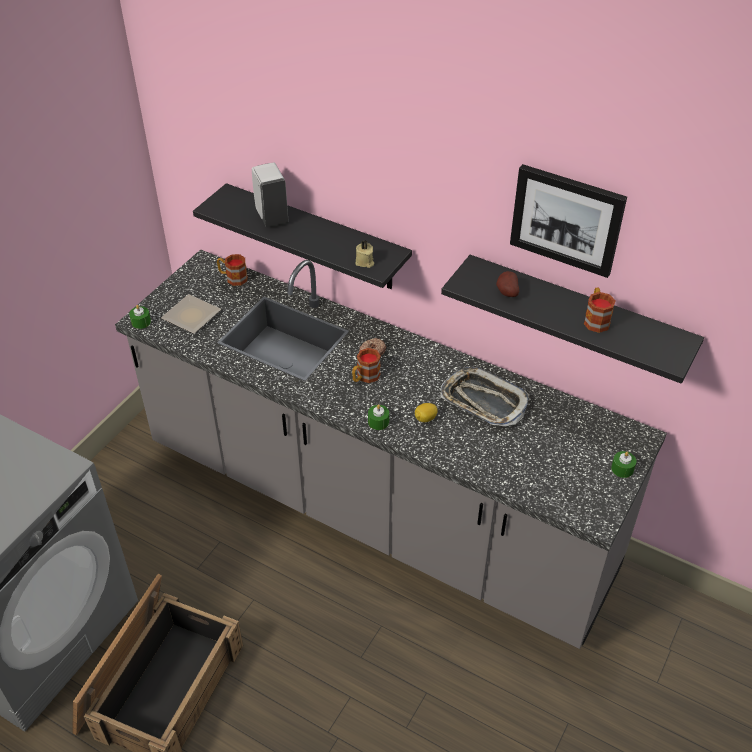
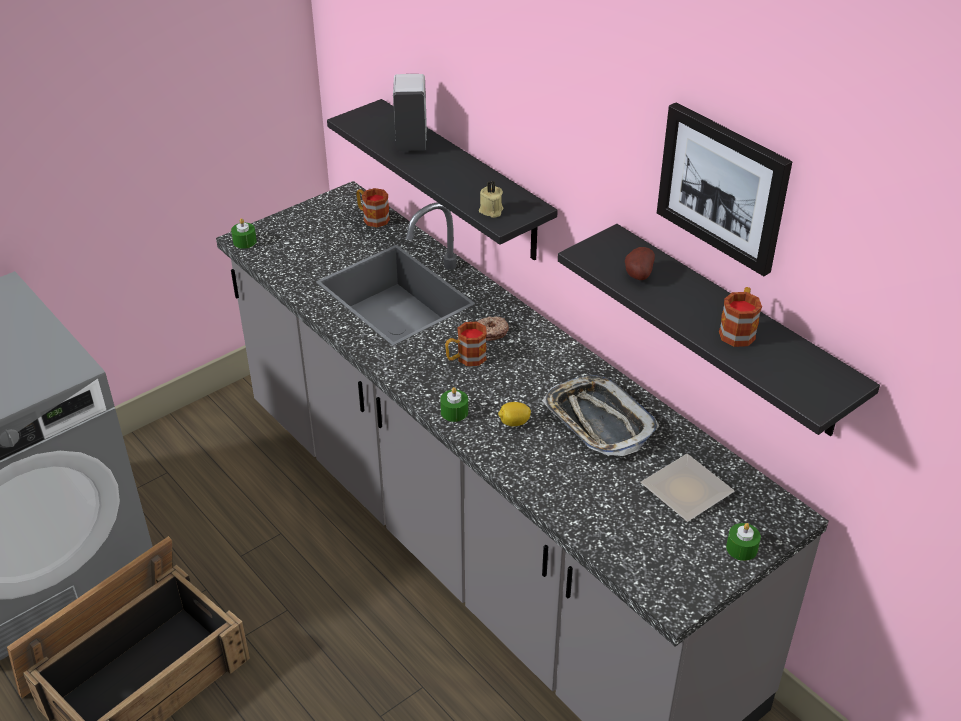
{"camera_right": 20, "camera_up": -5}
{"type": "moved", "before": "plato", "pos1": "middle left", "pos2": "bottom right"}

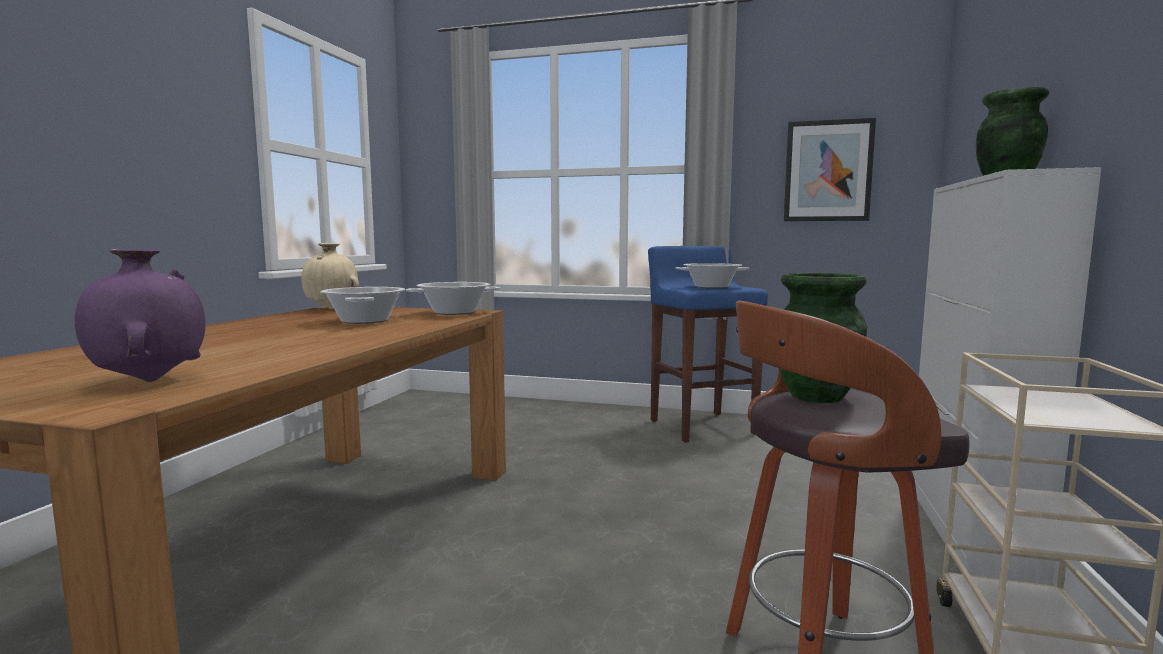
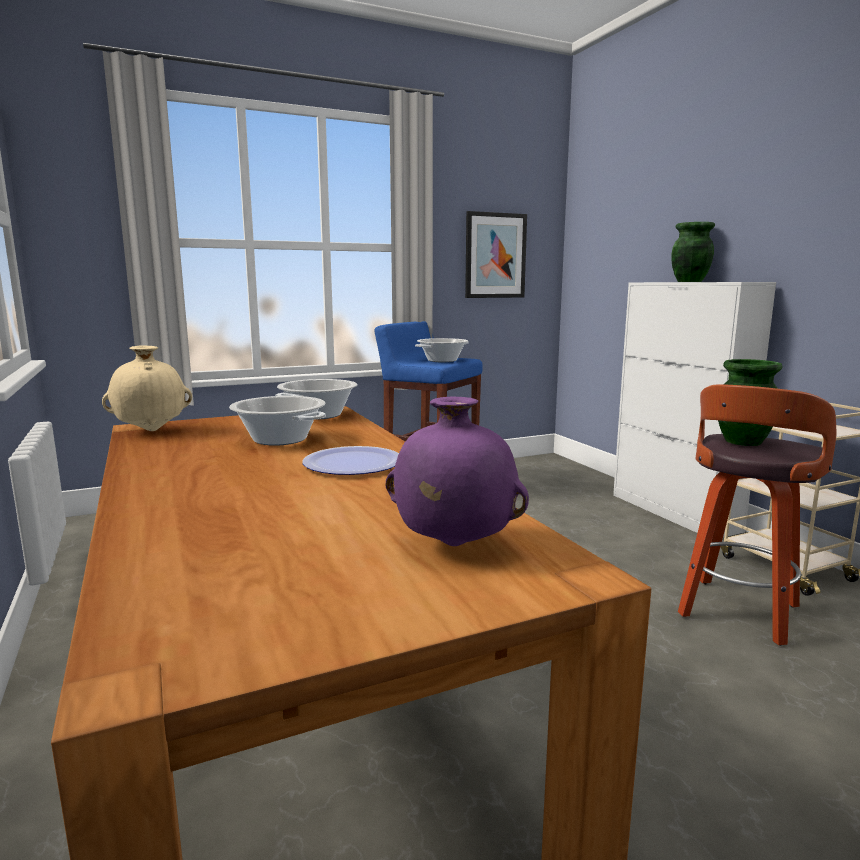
{"camera_right": -40, "camera_up": 5}
{"type": "added", "after": "plato", "pos2": "centre"}

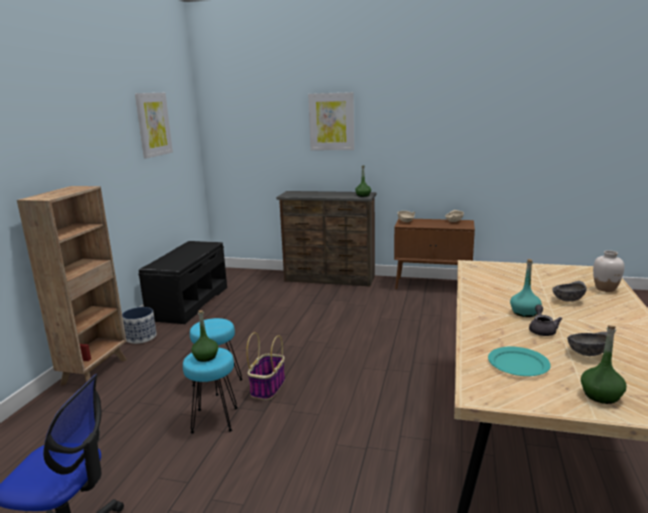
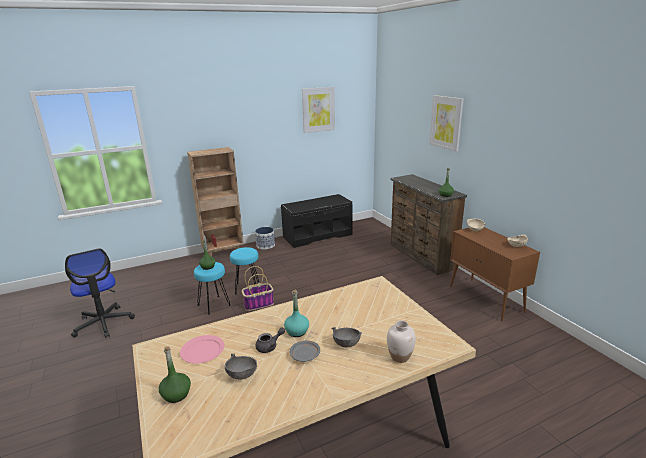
{"camera_right": 50, "camera_up": 5}
{"type": "recoloured", "before": "plato [turquesa]", "after": "plato [rosa]", "pos1": "bottom right", "pos2": "bottom left"}
{"type": "added", "after": "plato [gris]", "pos2": "bottom centre"}

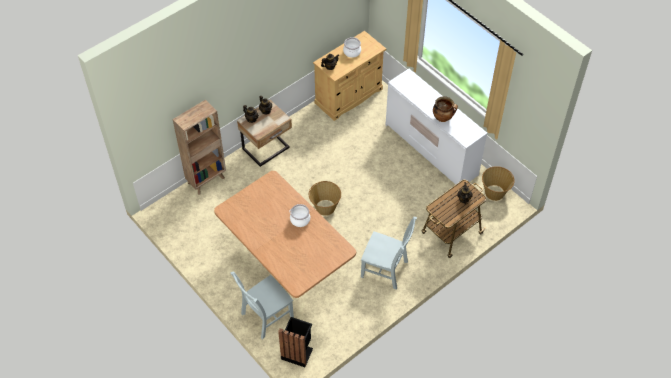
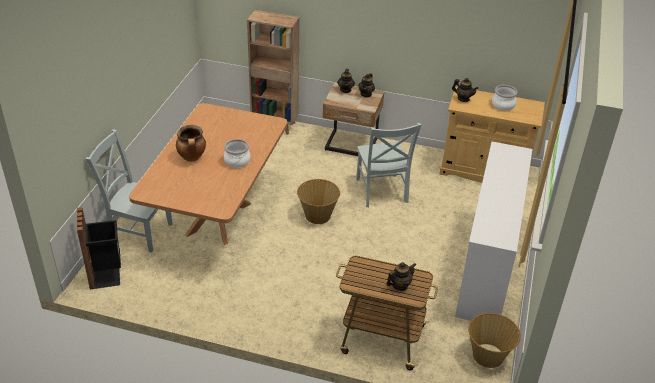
{"camera_right": 55, "camera_up": -15}
{"type": "moved", "before": "olla (3rd from left in the first image)", "after": "olla (1st from left)", "pos1": "top centre", "pos2": "middle left"}
{"type": "moved", "before": "silla [gris] (2nd from left)", "pos1": "bottom centre", "pos2": "centre"}

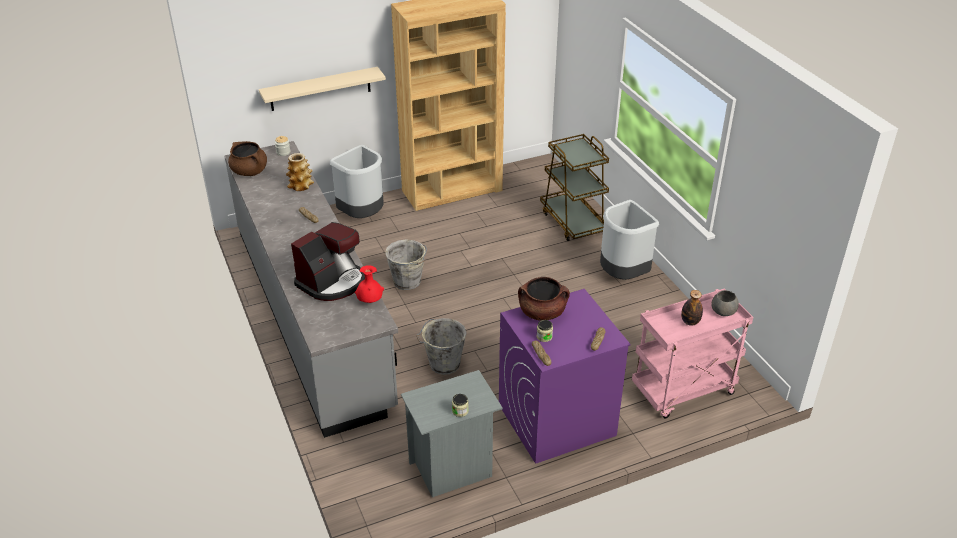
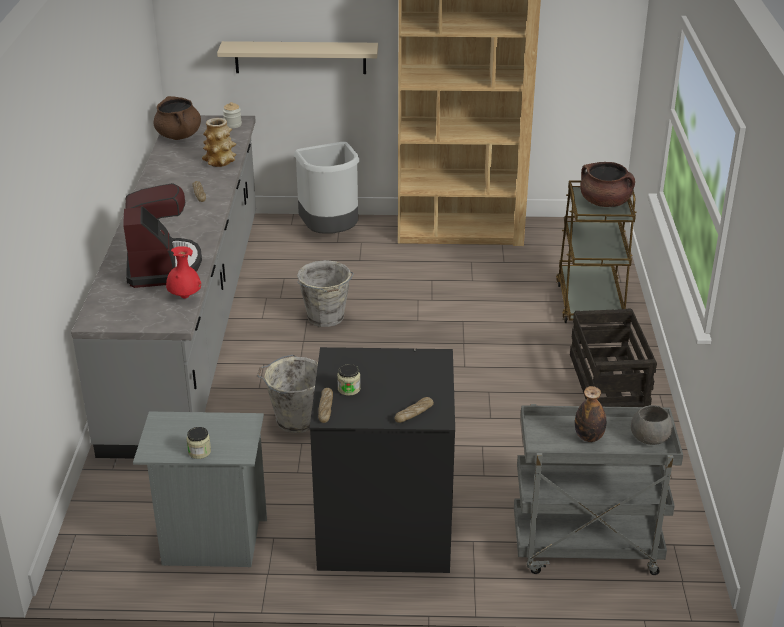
{"camera_right": 25, "camera_up": -5}
{"type": "turned", "before": "cafetera", "pos1": "centre", "pos2": "middle left", "turn": -75}
{"type": "recoloured", "before": "lavadora [morado]", "after": "lavadora [negro]", "pos1": "bottom centre", "pos2": "bottom centre"}
{"type": "recoloured", "before": "carrito [rosa]", "after": "carrito [gris]", "pos1": "middle right", "pos2": "bottom right"}
{"type": "replaced", "before": "papelera [gris] (2nd from left)", "after": "caja de embalaje", "pos1": "centre", "pos2": "middle right"}
{"type": "moved", "before": "olla [marrón] (2nd from left)", "pos1": "centre", "pos2": "top right"}

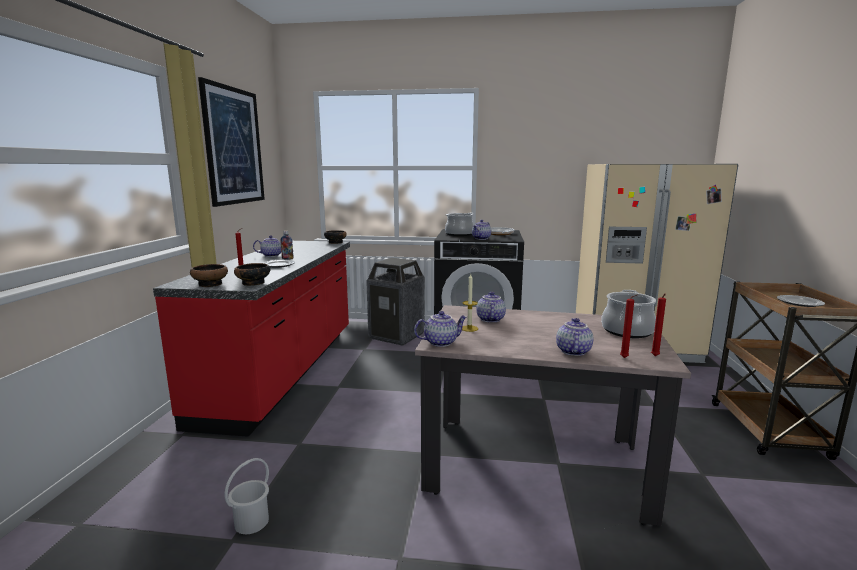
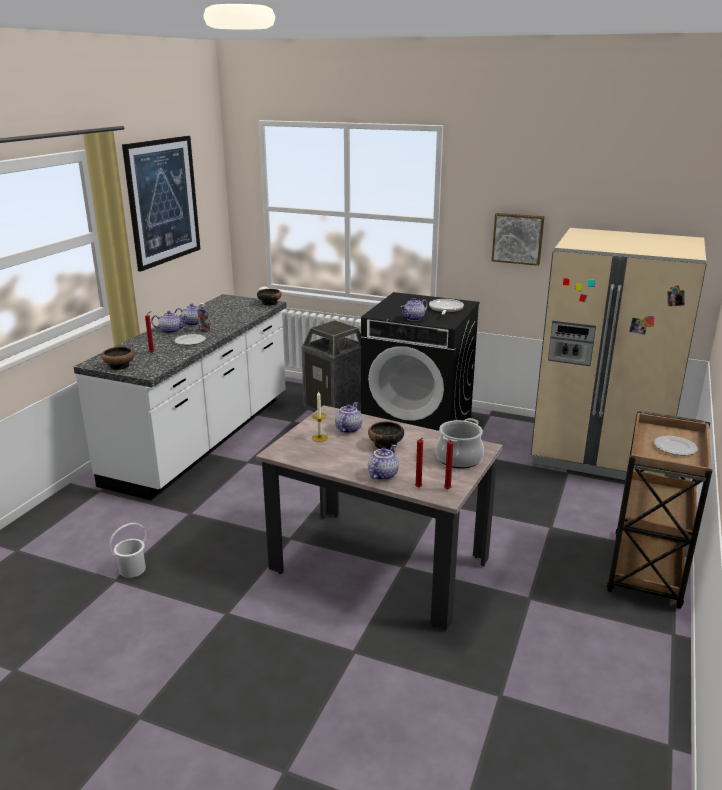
{"camera_right": 15, "camera_up": 10}
{"type": "recoloured", "before": "mueble bajo de cocina [rojo]", "after": "mueble bajo de cocina [blanco]", "pos1": "middle left", "pos2": "middle left"}
{"type": "moved", "before": "tetera (2nd from left in the first image)", "after": "tetera (1st from left)", "pos1": "centre", "pos2": "middle left"}
{"type": "moved", "before": "cuenco (2nd from left in the first image)", "after": "cuenco (3rd from left)", "pos1": "middle left", "pos2": "centre"}
{"type": "added", "after": "cuadro (2nd from left)", "pos2": "top right"}
{"type": "removed", "before": "olla (1st from left)", "pos1": "centre"}

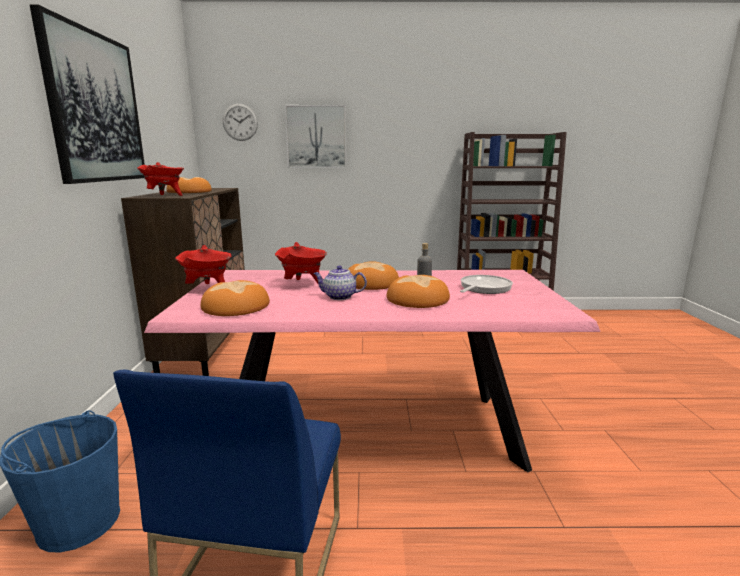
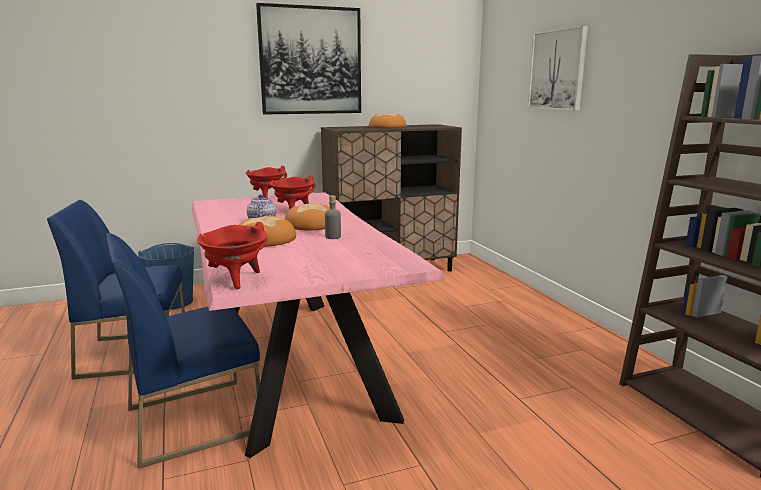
{"camera_right": 70, "camera_up": 0}
{"type": "added", "after": "silla [azul] (2nd from left)", "pos2": "bottom left"}
{"type": "moved", "before": "olla [rojo] (1st from left)", "pos1": "top left", "pos2": "middle left"}
{"type": "removed", "before": "pan (2nd from left)", "pos1": "middle left"}
{"type": "removed", "before": "reloj de pared", "pos1": "top left"}
{"type": "removed", "before": "sartén", "pos1": "centre"}

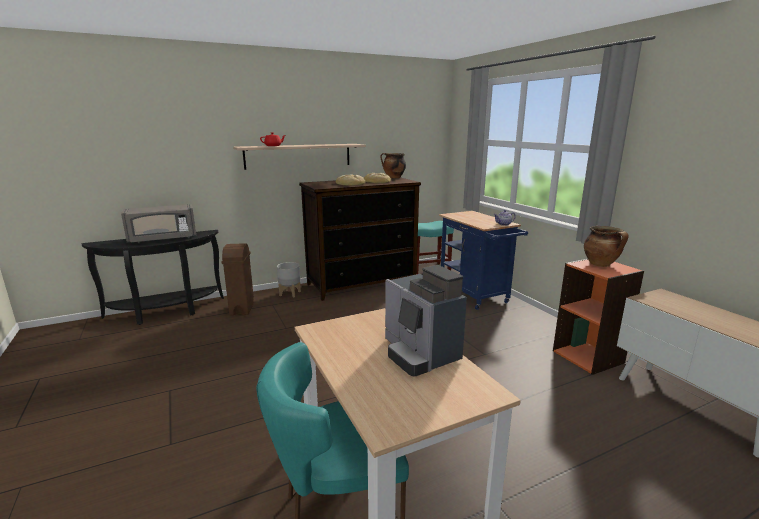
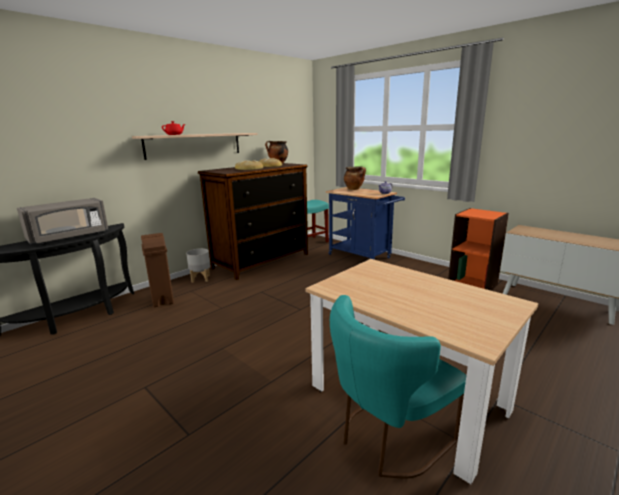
{"camera_right": -20, "camera_up": 0}
{"type": "moved", "before": "olla (2nd from left)", "pos1": "middle right", "pos2": "centre"}
{"type": "removed", "before": "cafetera", "pos1": "centre"}

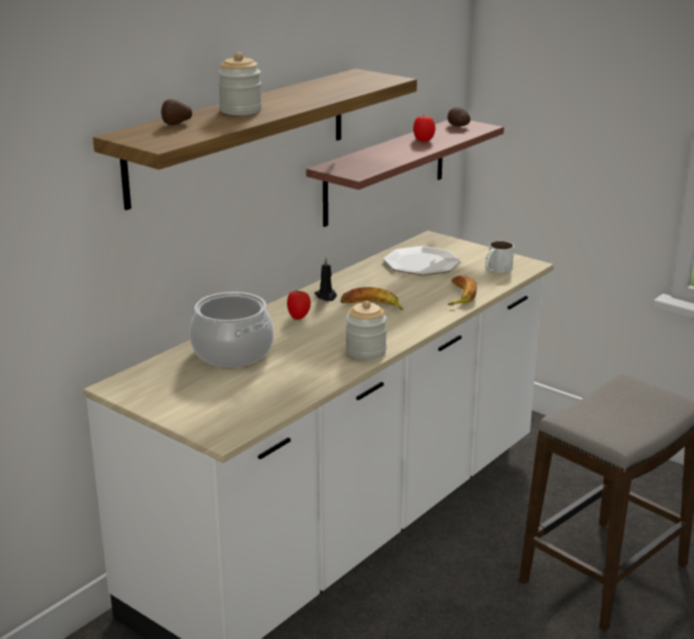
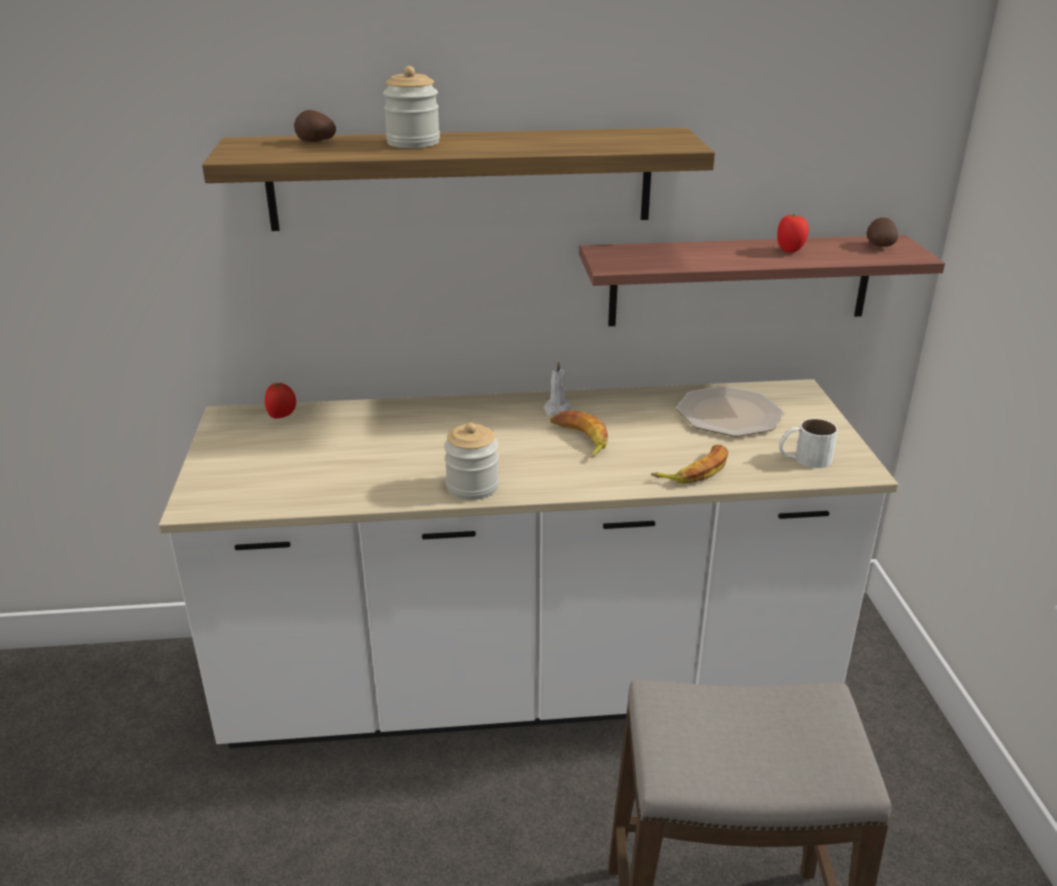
{"camera_right": 45, "camera_up": 5}
{"type": "moved", "before": "tomate (1st from left)", "pos1": "centre", "pos2": "middle left"}
{"type": "recoloured", "before": "vela [negro]", "after": "vela [blanco]", "pos1": "centre", "pos2": "centre"}
{"type": "removed", "before": "olla", "pos1": "middle left"}

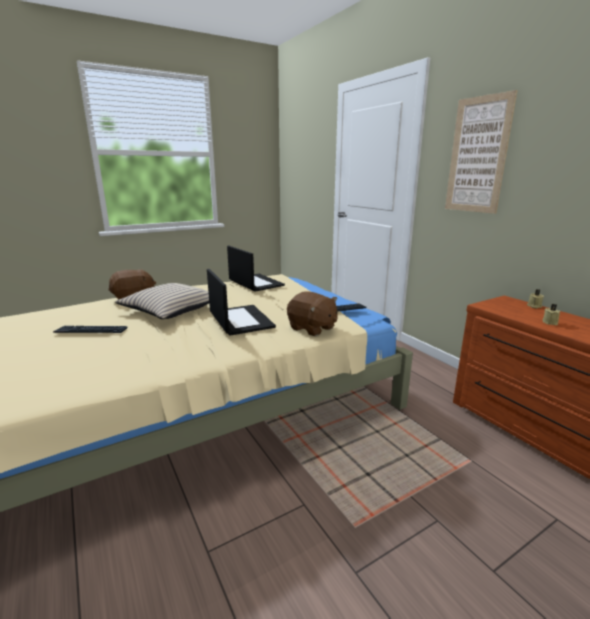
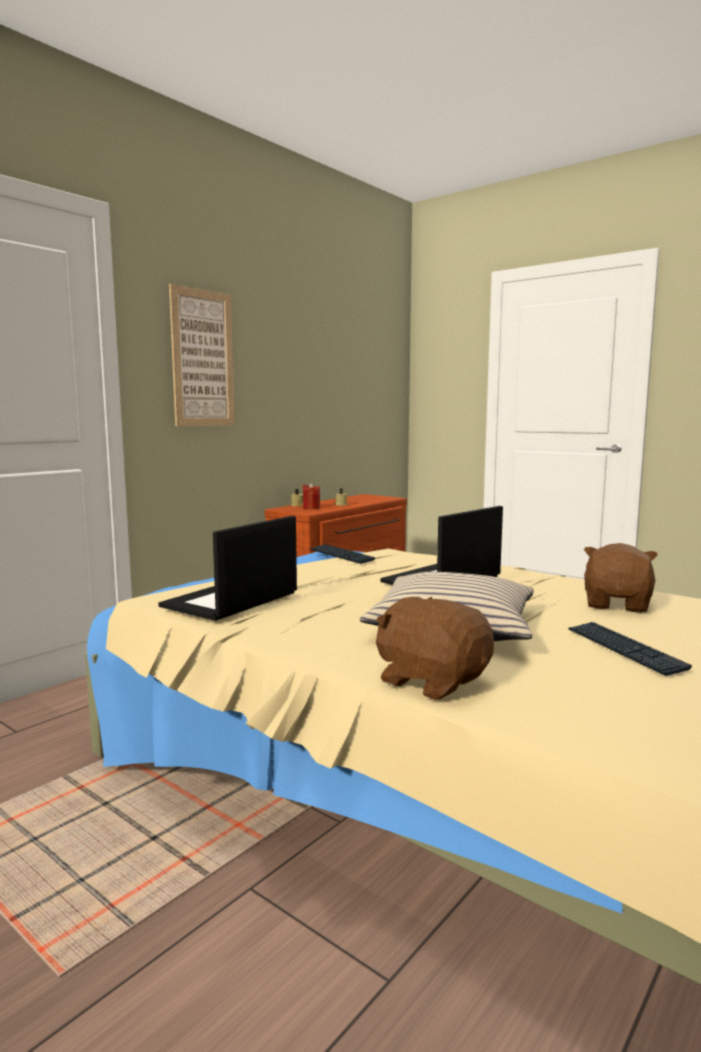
{"camera_right": -110, "camera_up": -10}
{"type": "added", "after": "vela [rojo]", "pos2": "centre"}
{"type": "moved", "before": "peluche [marrón] (2nd from left)", "pos1": "centre", "pos2": "middle right"}

